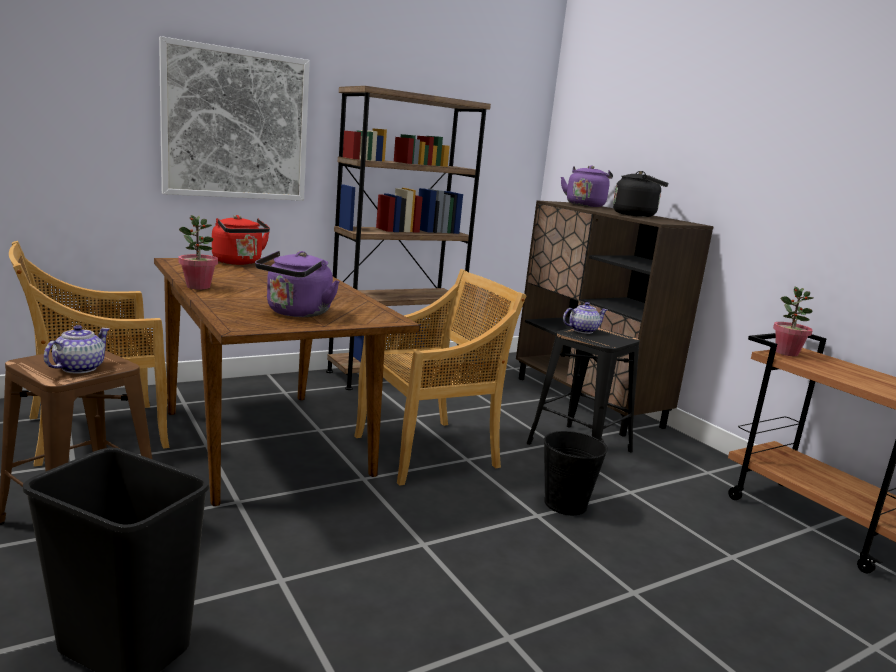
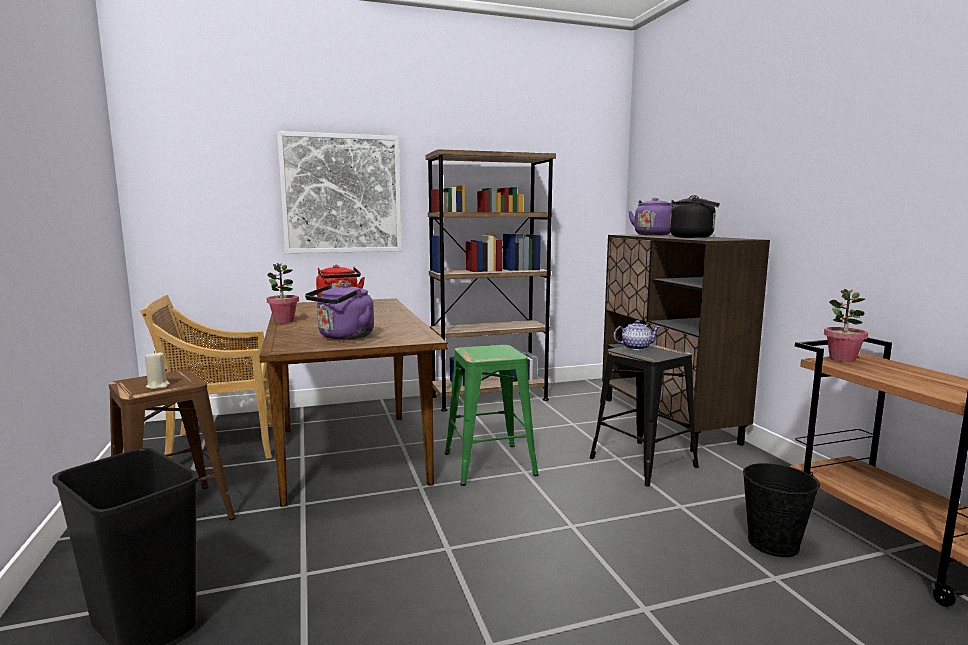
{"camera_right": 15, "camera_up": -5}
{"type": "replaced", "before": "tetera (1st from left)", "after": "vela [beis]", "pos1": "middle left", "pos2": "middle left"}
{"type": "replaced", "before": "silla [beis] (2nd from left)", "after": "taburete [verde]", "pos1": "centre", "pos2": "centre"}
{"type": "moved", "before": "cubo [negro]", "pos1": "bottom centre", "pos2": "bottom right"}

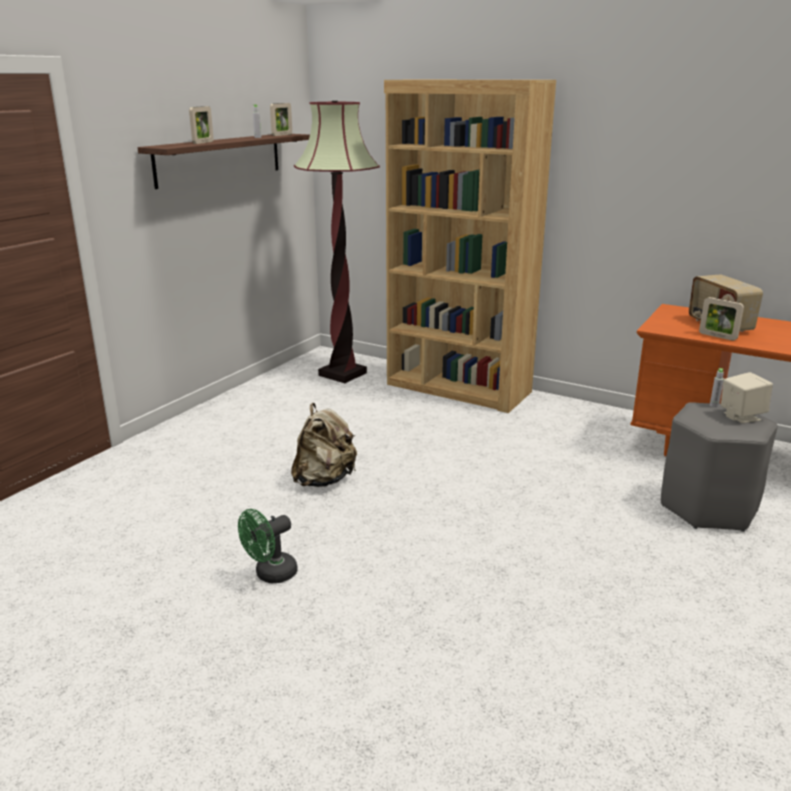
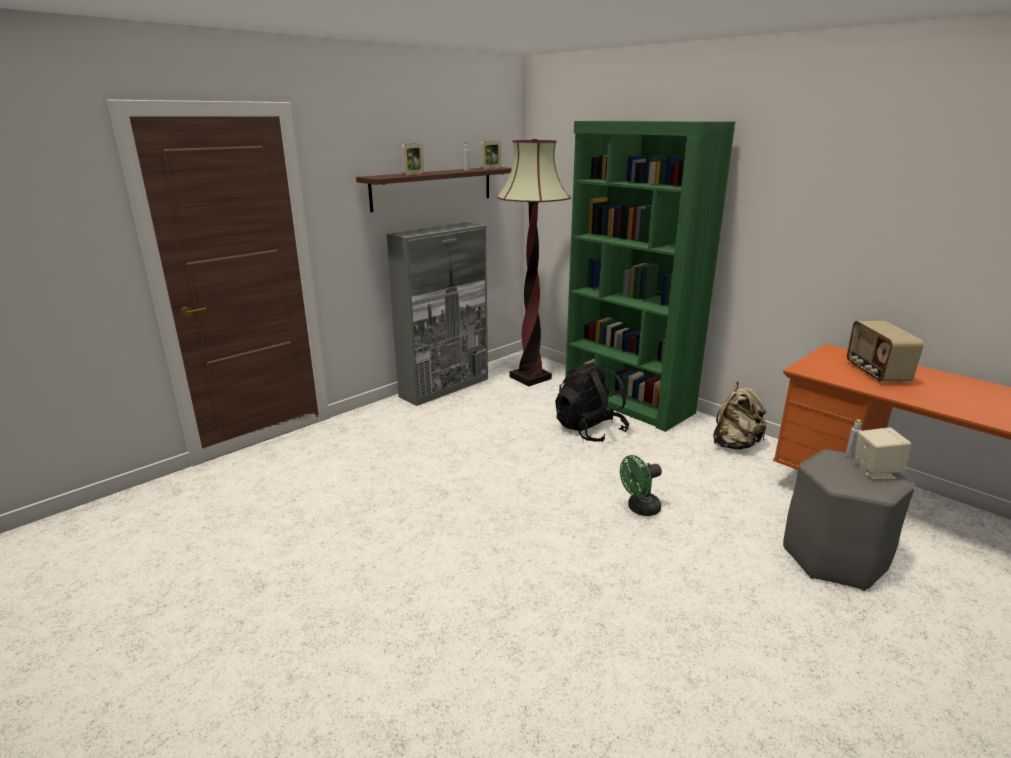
{"camera_right": 15, "camera_up": 0}
{"type": "added", "after": "armario [gris]", "pos2": "centre"}
{"type": "added", "after": "mochila [negro]", "pos2": "centre"}
{"type": "recoloured", "before": "estantería [marrón]", "after": "estantería [verde]", "pos1": "top centre", "pos2": "centre"}
{"type": "moved", "before": "ventilador [verde]", "pos1": "bottom centre", "pos2": "centre"}
{"type": "moved", "before": "mochila [beis]", "pos1": "centre", "pos2": "middle right"}
{"type": "removed", "before": "portarretratos (3rd from left)", "pos1": "middle right"}

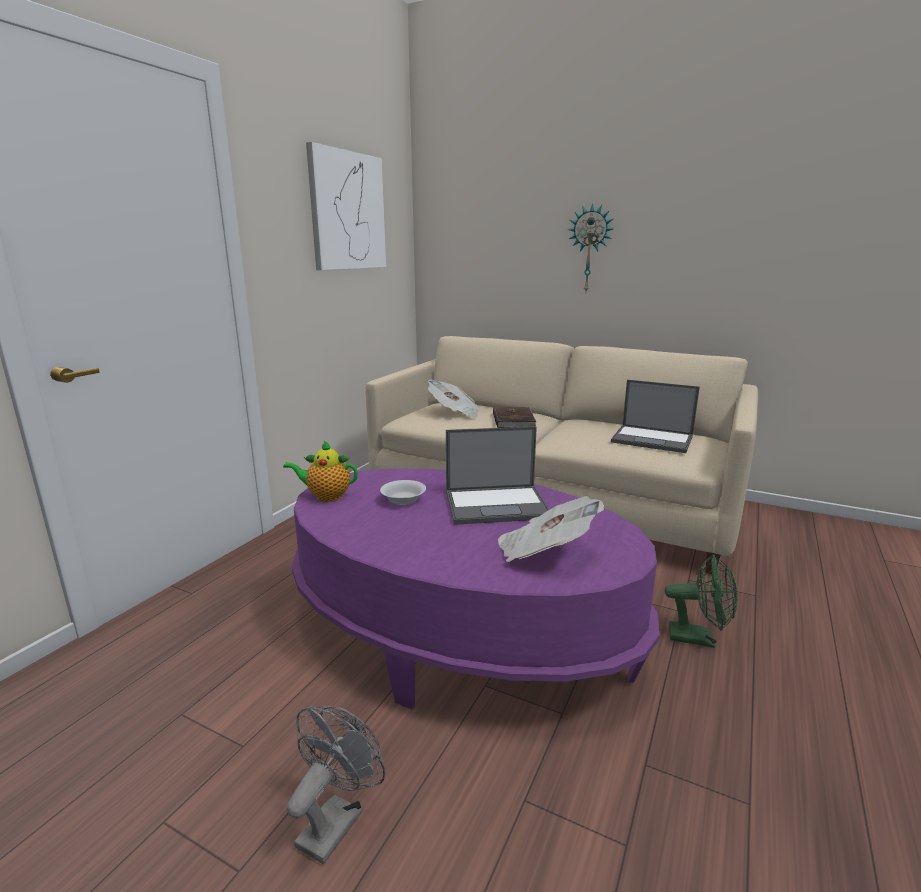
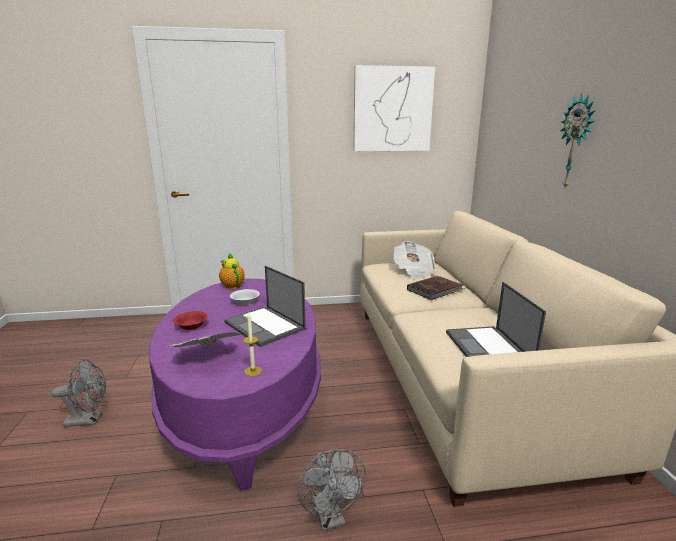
{"camera_right": 55, "camera_up": 0}
{"type": "added", "after": "cuenco [rojo]", "pos2": "middle left"}
{"type": "added", "after": "vela", "pos2": "centre"}
{"type": "recoloured", "before": "ventilador [verde]", "after": "ventilador [gris] (2nd from left)", "pos1": "bottom right", "pos2": "bottom centre"}

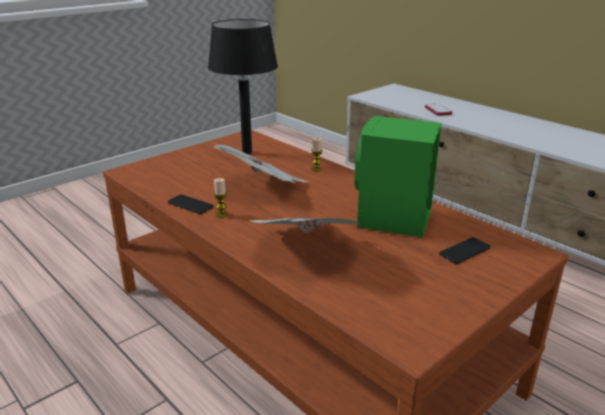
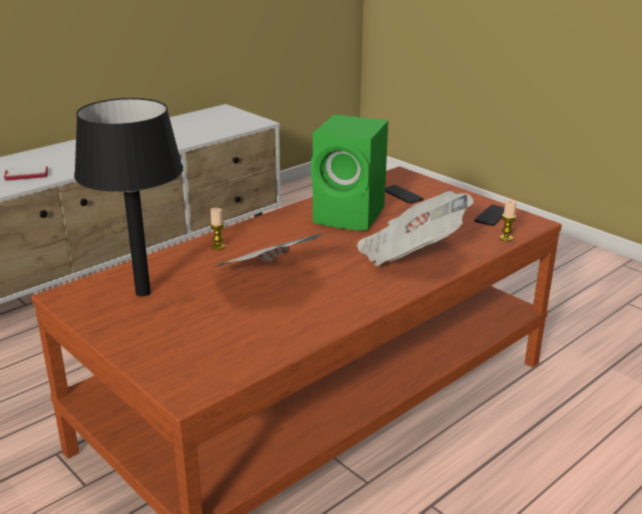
{"camera_right": -90, "camera_up": 0}
{"type": "moved", "before": "móvil (1st from left in the first image)", "after": "móvil (3rd from left)", "pos1": "middle left", "pos2": "middle right"}
{"type": "moved", "before": "vela (1st from left in the first image)", "after": "vela (2nd from left)", "pos1": "centre", "pos2": "middle right"}

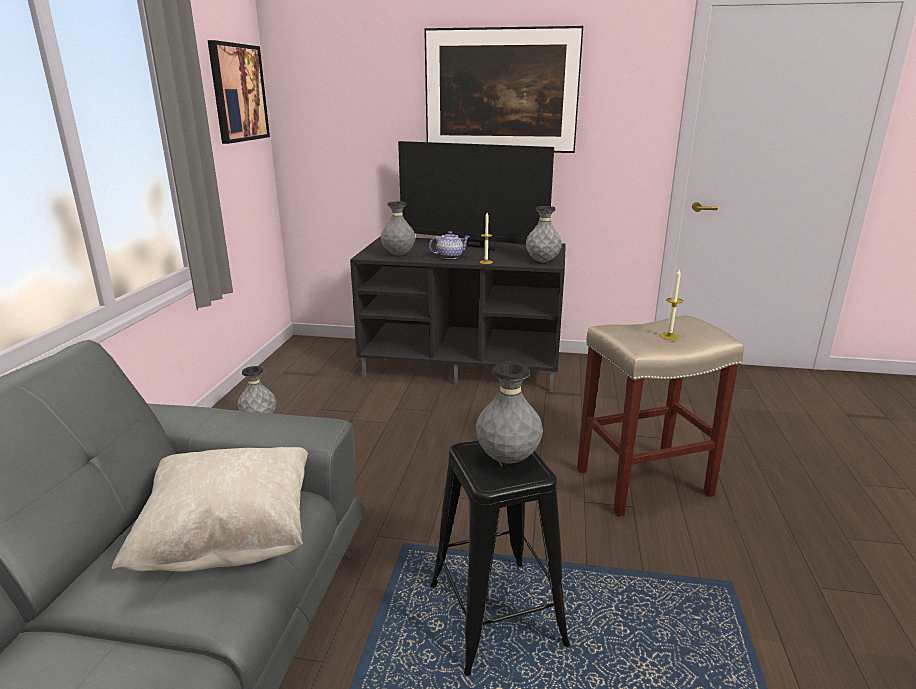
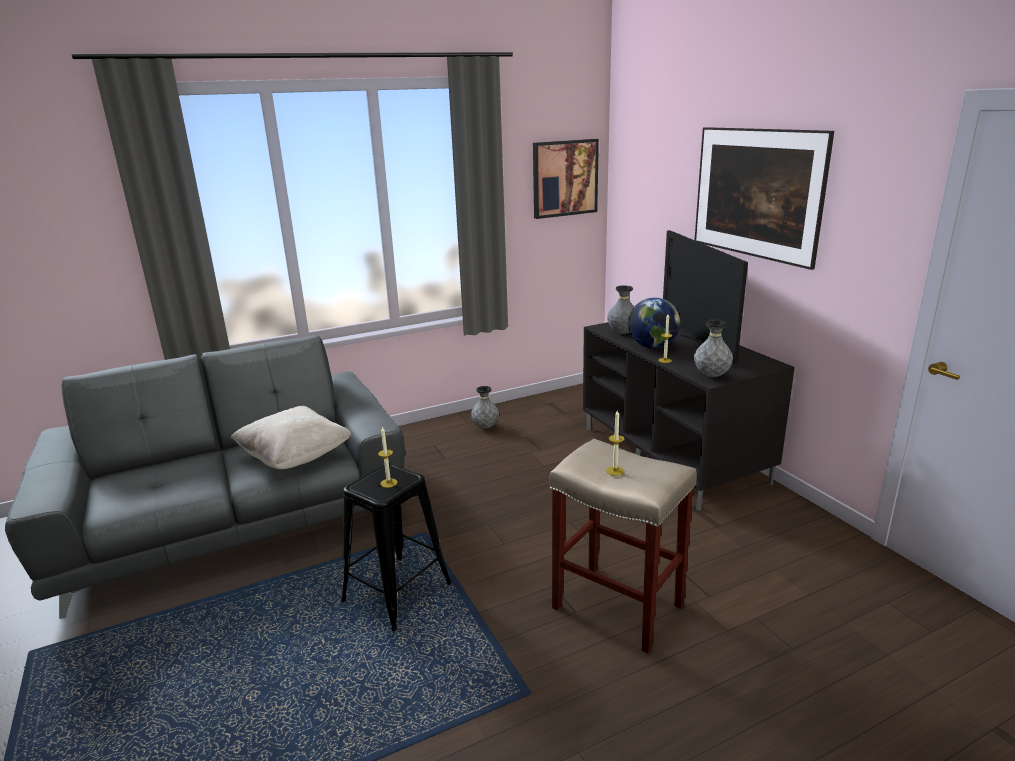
{"camera_right": 55, "camera_up": 0}
{"type": "replaced", "before": "florero [gris] (3rd from left)", "after": "vela (1st from left)", "pos1": "centre", "pos2": "centre"}
{"type": "replaced", "before": "tetera", "after": "globo terráqueo", "pos1": "centre", "pos2": "centre"}

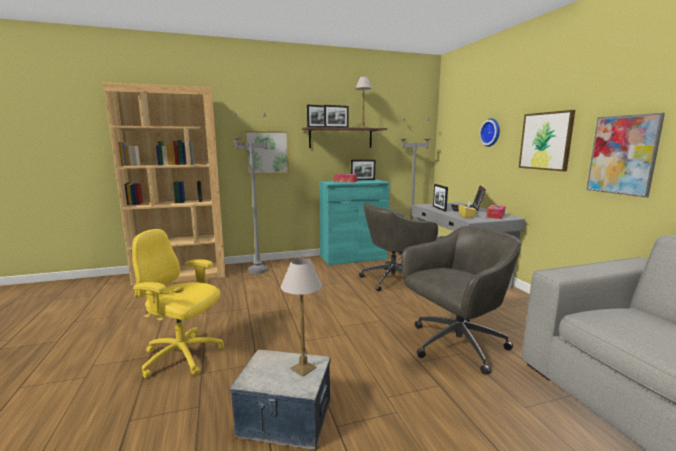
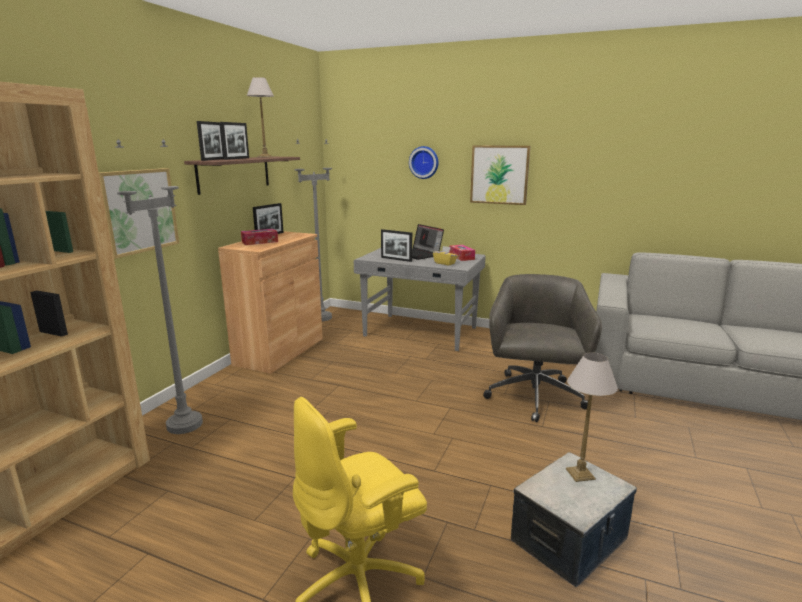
{"camera_right": -50, "camera_up": 5}
{"type": "recoloured", "before": "armario [turquesa]", "after": "armario [marrón]", "pos1": "centre", "pos2": "centre"}
{"type": "removed", "before": "silla de oficina [gris] (1st from left)", "pos1": "centre"}
{"type": "removed", "before": "cuadro (3rd from left)", "pos1": "middle right"}

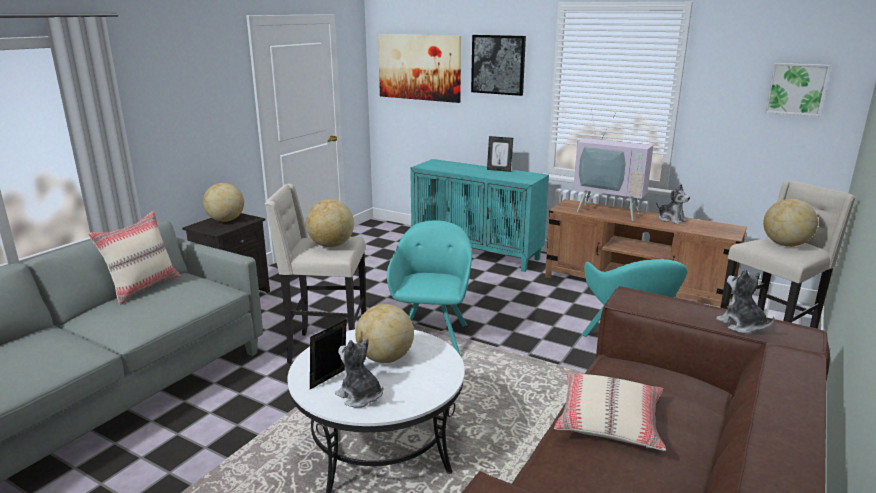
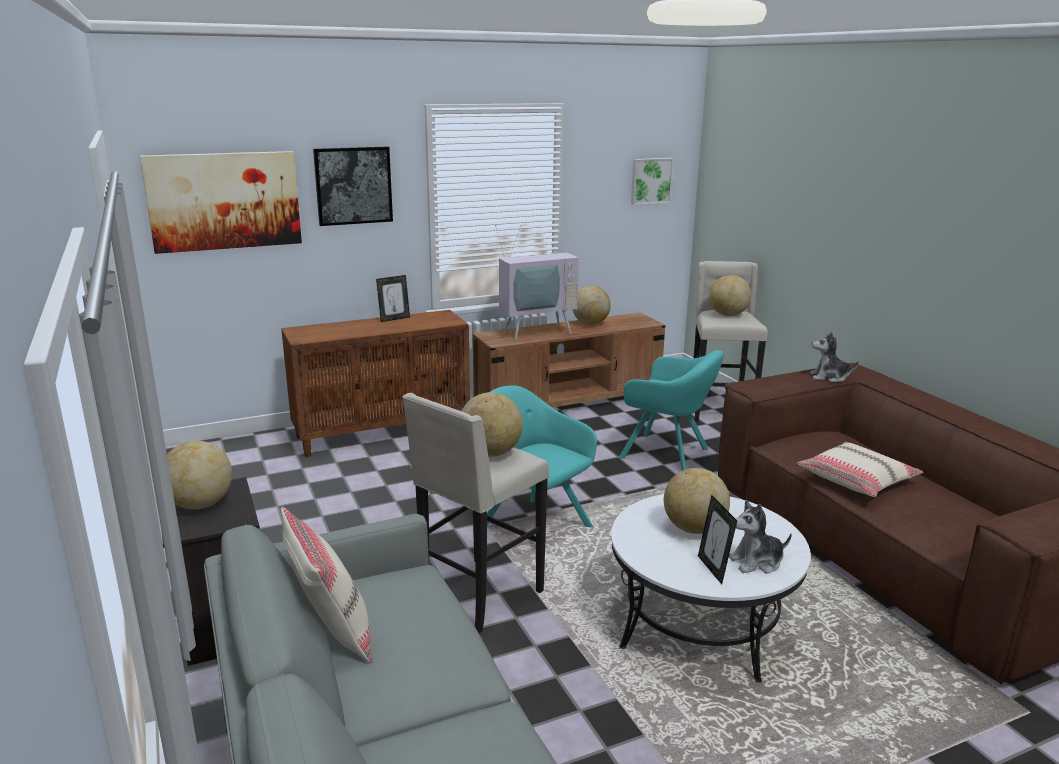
{"camera_right": -55, "camera_up": 0}
{"type": "recoloured", "before": "armario [turquesa]", "after": "armario [marrón]", "pos1": "centre", "pos2": "centre"}
{"type": "replaced", "before": "peluche (2nd from left)", "after": "globo terráqueo (3rd from left)", "pos1": "middle right", "pos2": "centre"}

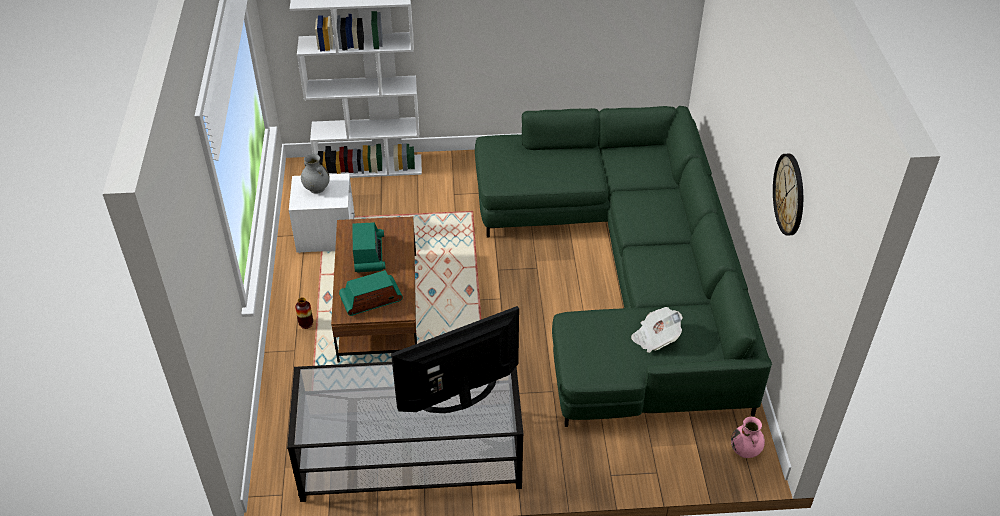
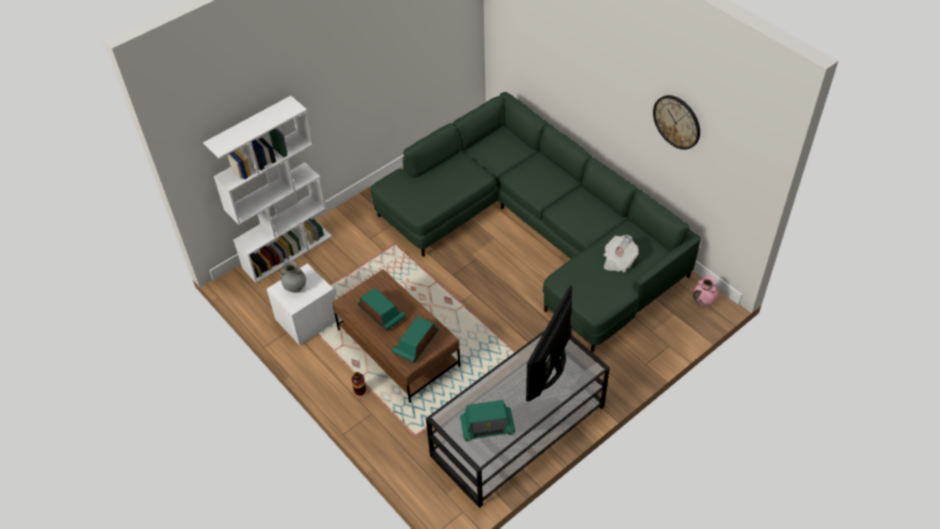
{"camera_right": -35, "camera_up": 5}
{"type": "added", "after": "radio (3rd from left)", "pos2": "bottom centre"}

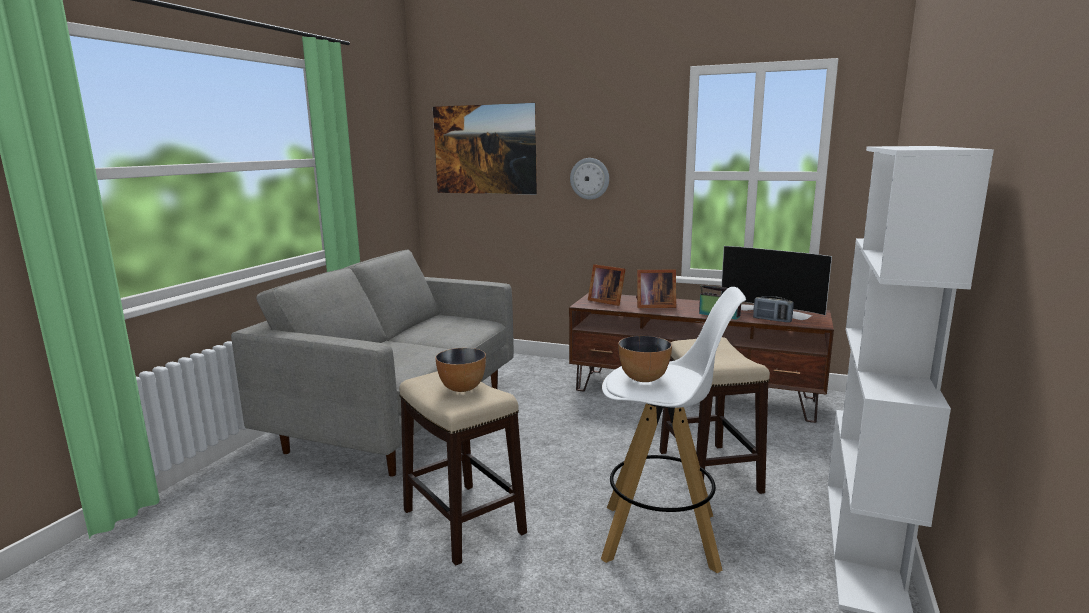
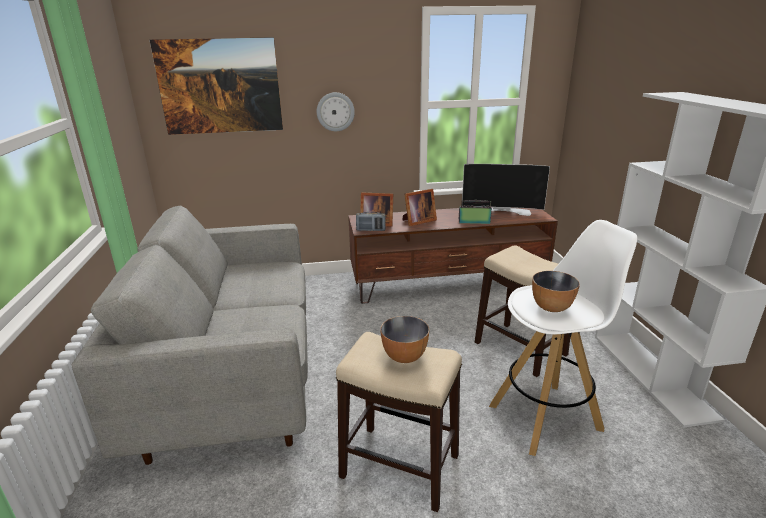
{"camera_right": -30, "camera_up": 10}
{"type": "moved", "before": "radio (2nd from left in the first image)", "after": "radio (1st from left)", "pos1": "middle right", "pos2": "centre"}

